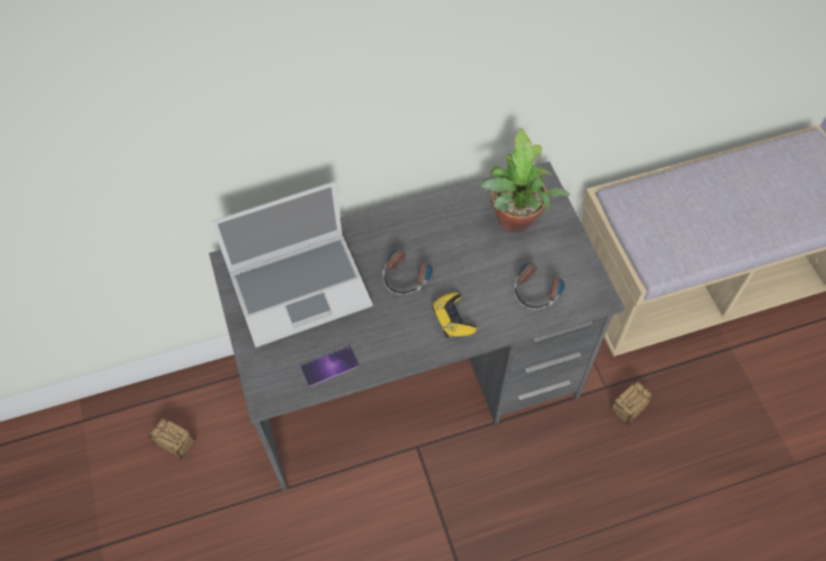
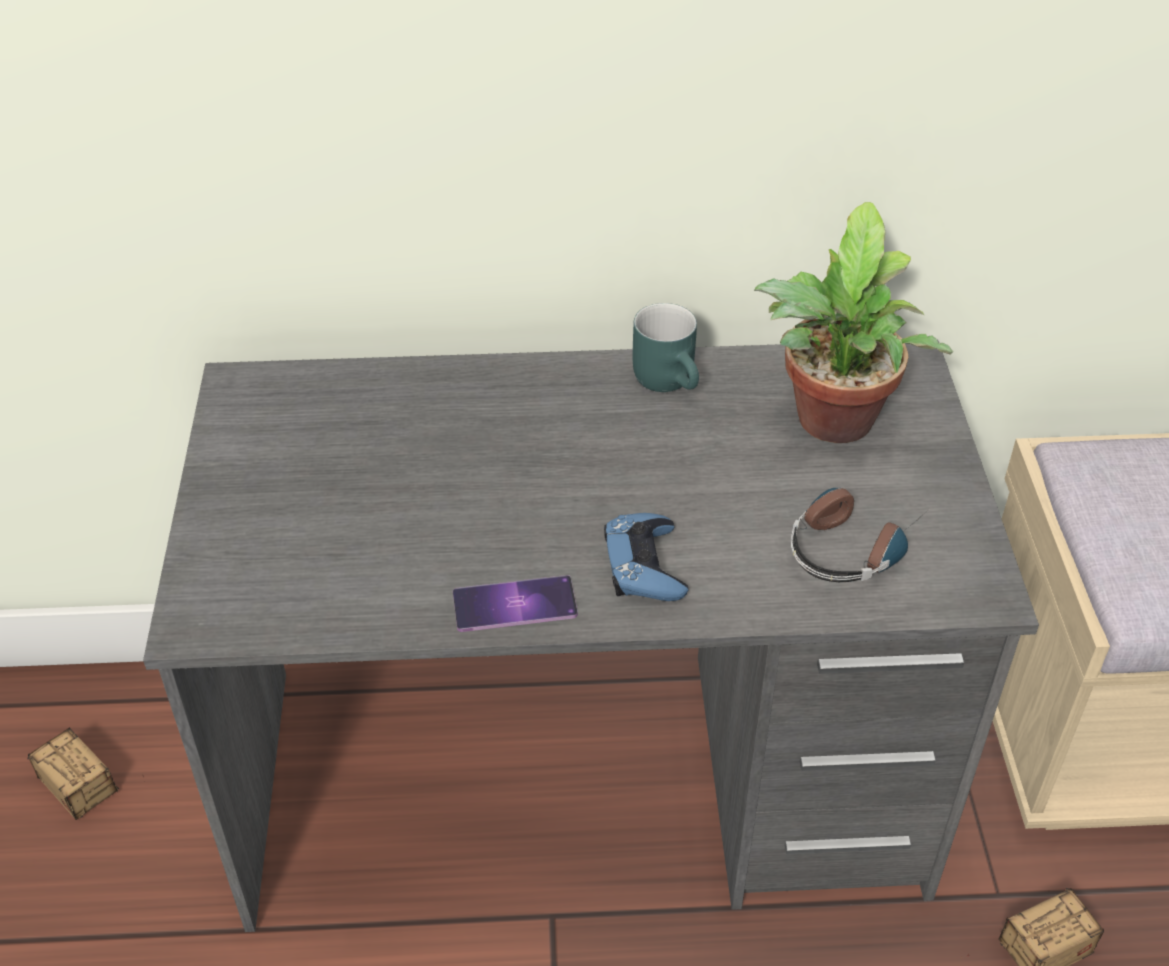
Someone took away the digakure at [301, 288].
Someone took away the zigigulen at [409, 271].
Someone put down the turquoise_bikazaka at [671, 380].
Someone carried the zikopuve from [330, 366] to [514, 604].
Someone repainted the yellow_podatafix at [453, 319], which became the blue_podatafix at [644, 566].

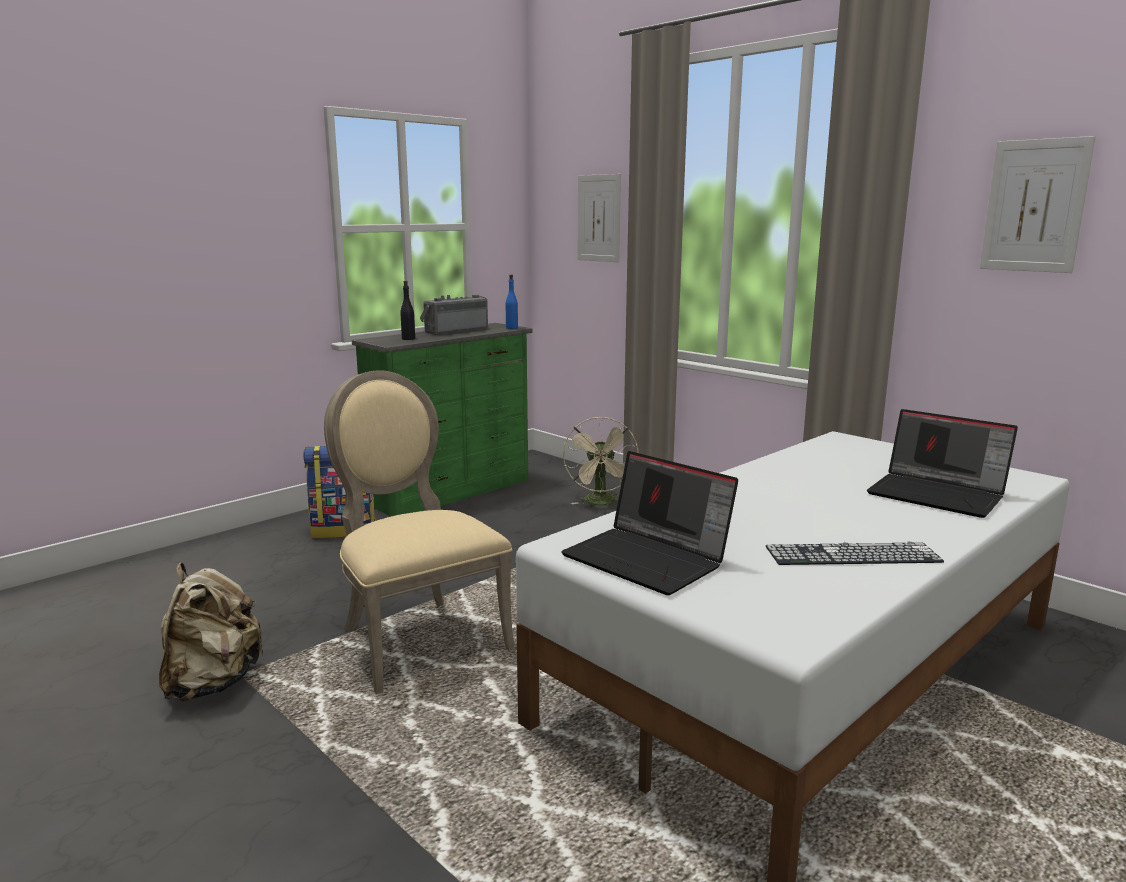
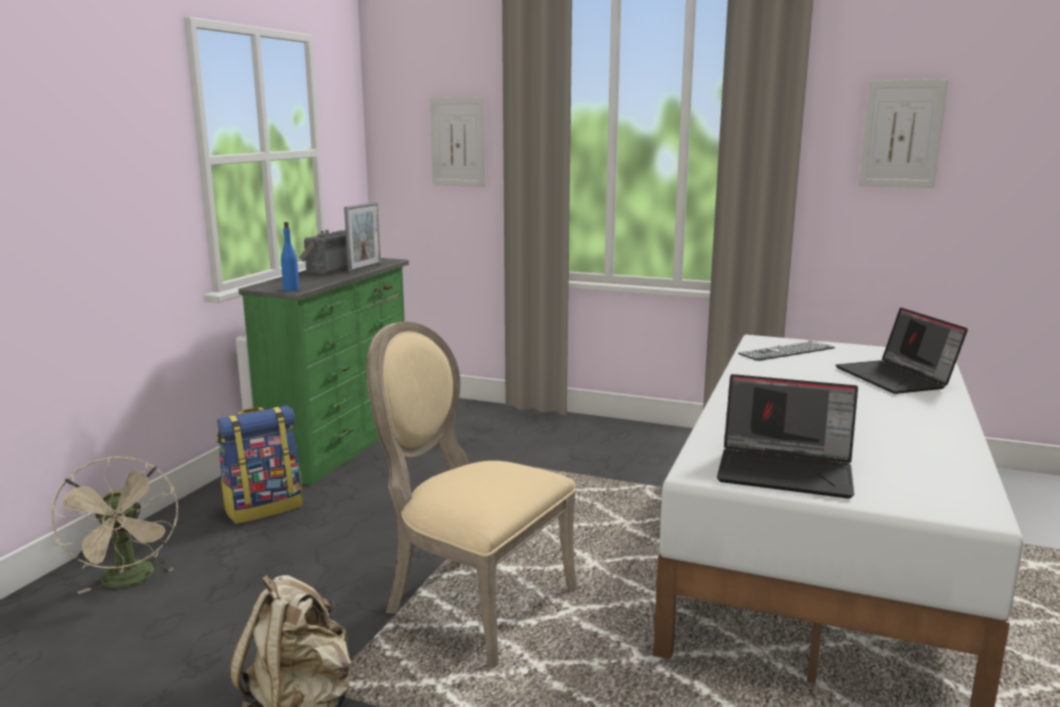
Someone took away the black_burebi at [408, 339].
Someone put down the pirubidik at [365, 267].
Someone carried the blue_burebi from [512, 328] to [291, 289].
Someone carried the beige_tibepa from [601, 503] to [129, 581].
Someone carried the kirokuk from [852, 554] to [787, 351].
Someone rotated the digakure at [938, 494] by 60 degrees clockwise.

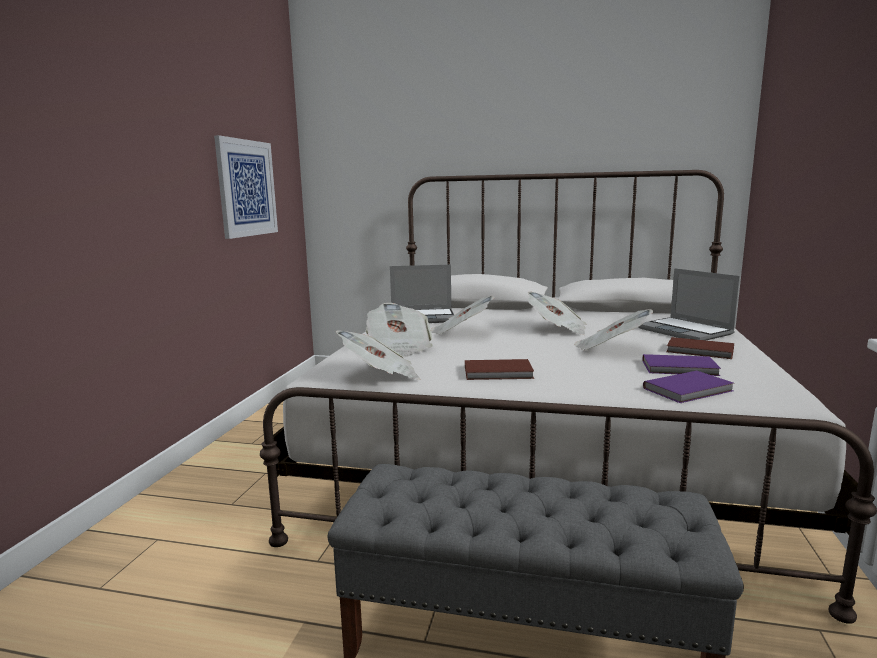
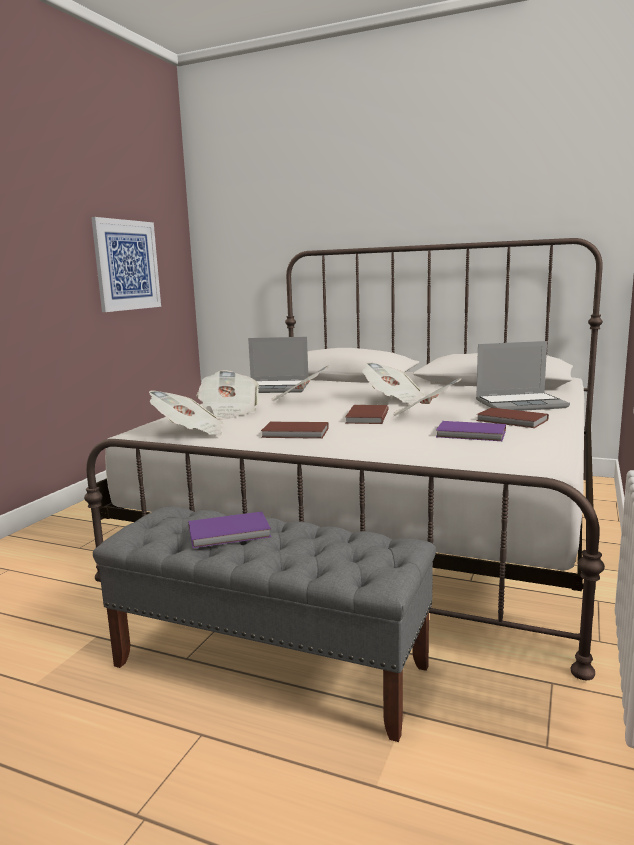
Someone put down the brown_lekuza at [366, 417].
Someone carried the purple_lekuza from [690, 390] to [230, 533].
Someone rotated the digakure at [686, 331] by 75 degrees counterclockwise.

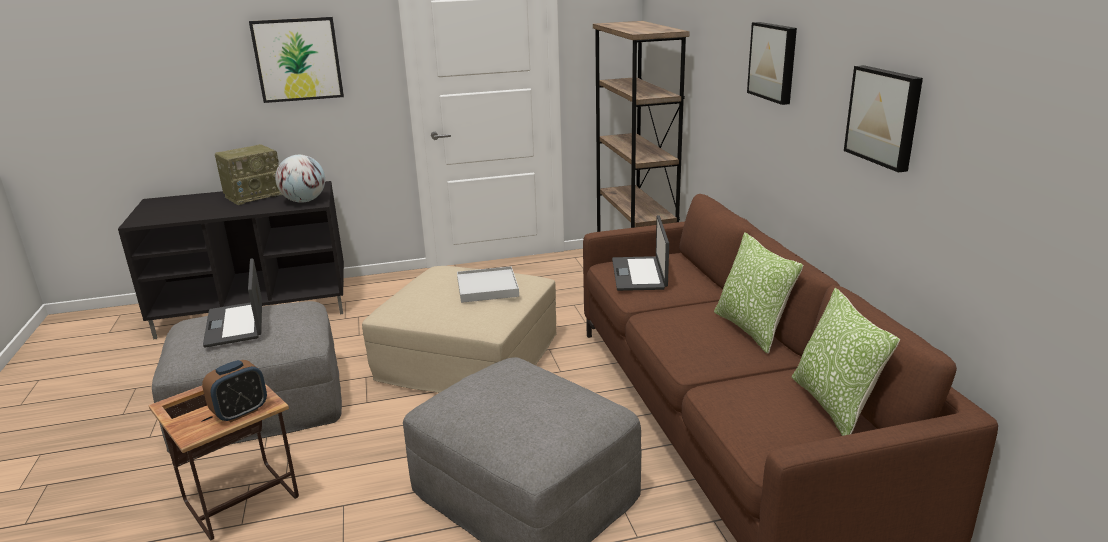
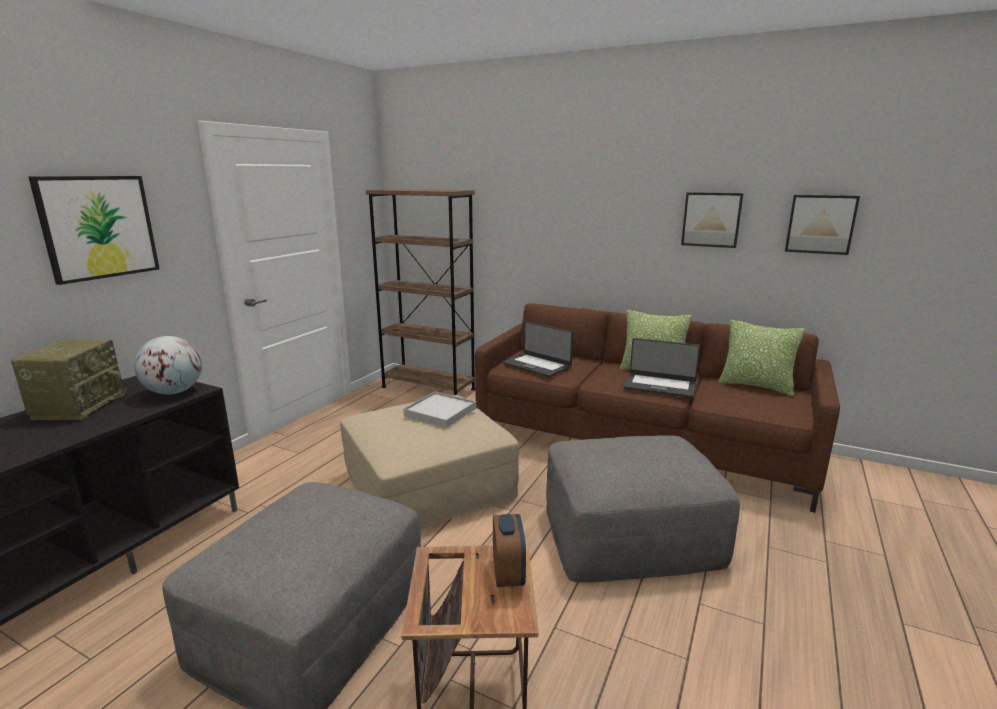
Someone carried the digakure from [236, 324] to [660, 385].
Someone carried the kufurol from [774, 62] to [820, 224].

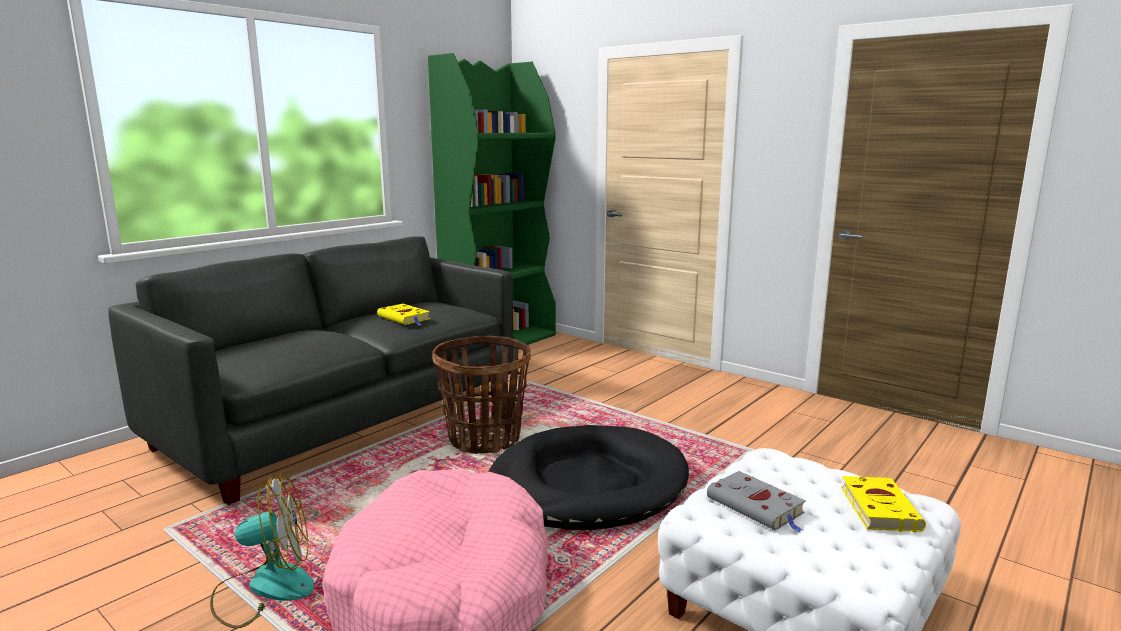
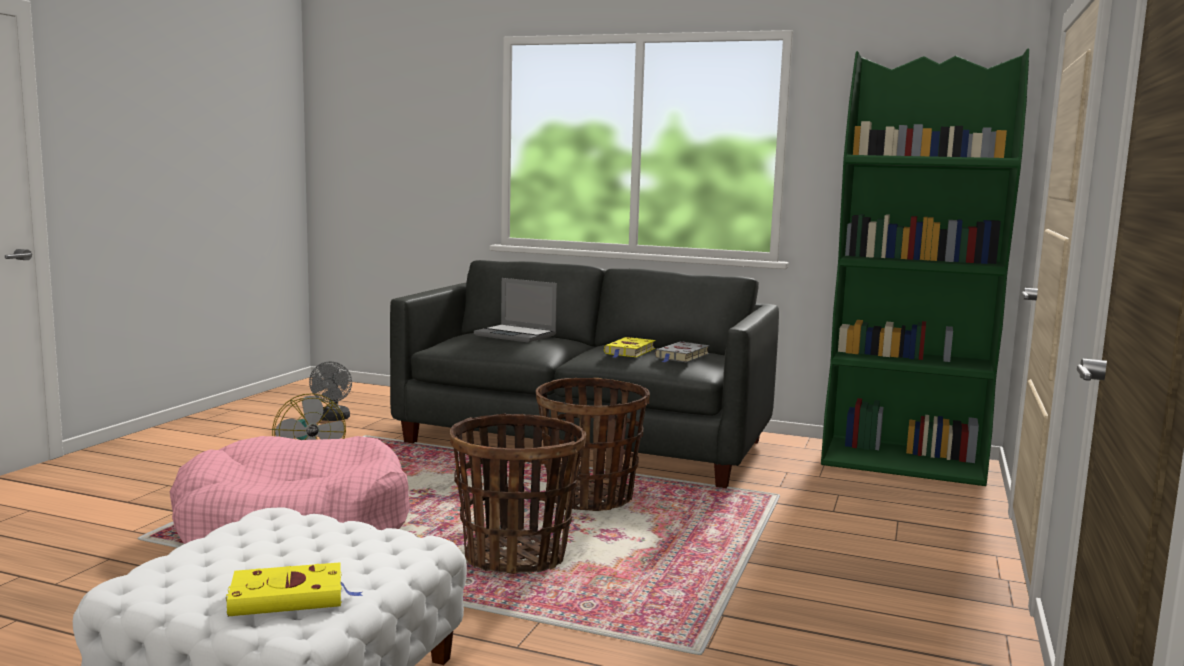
Someone put down the grey_tibepa at [333, 419].
Someone put down the digakure at [516, 335].
Someone carried the grey_lekuza from [757, 506] to [681, 356].
Someone swapped the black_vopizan at [587, 484] for the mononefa at [515, 556].

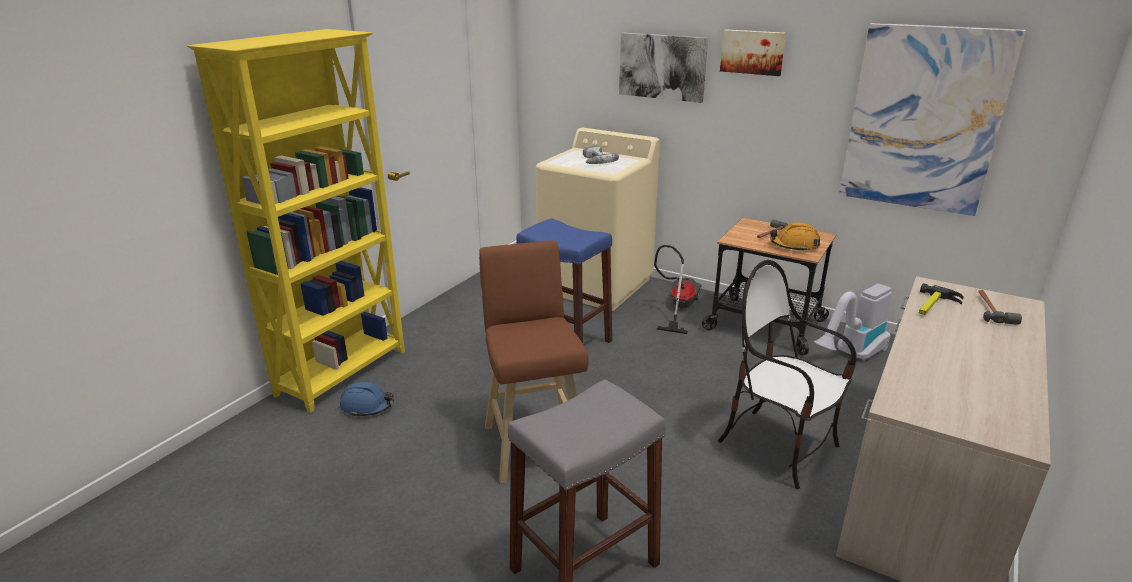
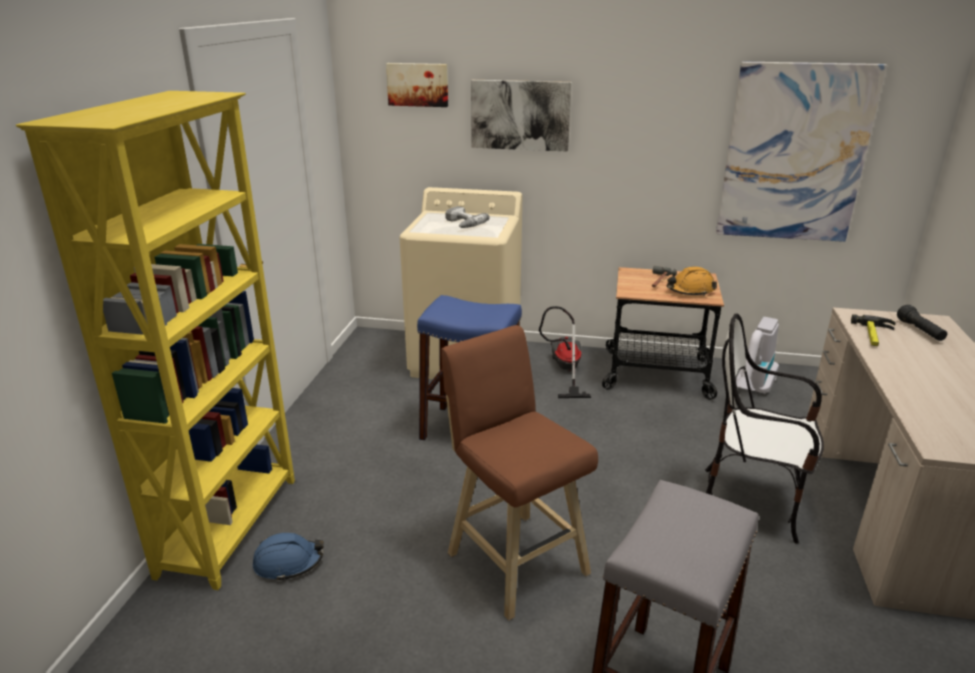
Someone carried the kufurol from [752, 52] to [418, 84].
Someone swapped the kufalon at [991, 310] for the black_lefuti at [920, 331].

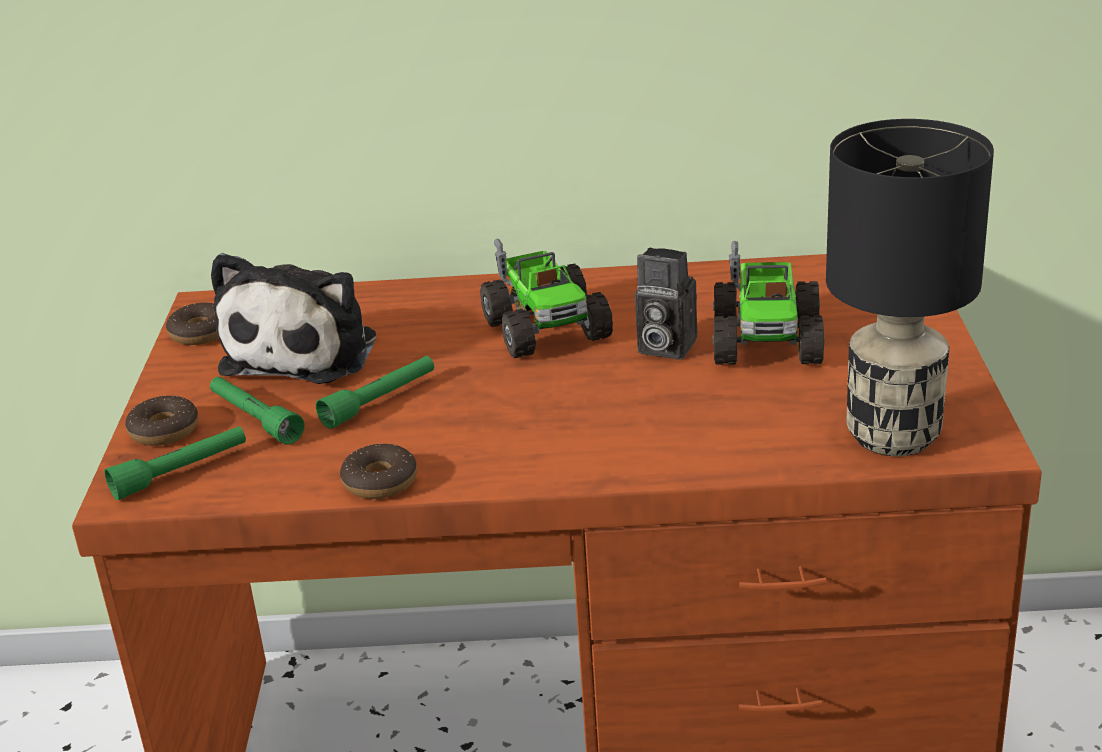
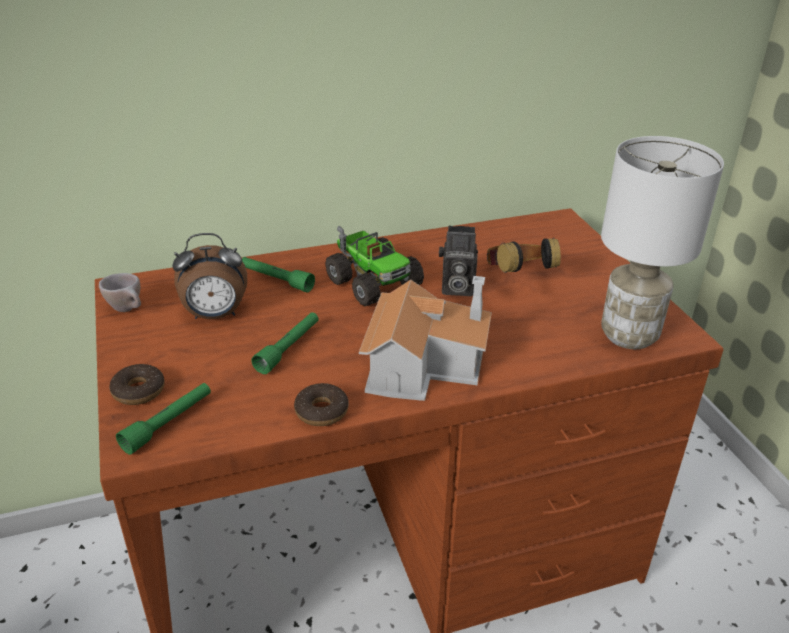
Someone put down the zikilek at [423, 363].
Someone carried the green_lefuti from [255, 419] to [276, 280].
Someone swapped the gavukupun at [200, 333] for the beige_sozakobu at [128, 309].
Someone swapped the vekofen at [306, 351] for the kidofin at [215, 315].
Someone swapped the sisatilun at [767, 341] for the zigigulen at [517, 278].
Someone repainted the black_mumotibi at [892, 437], which became the white_mumotibi at [629, 336].

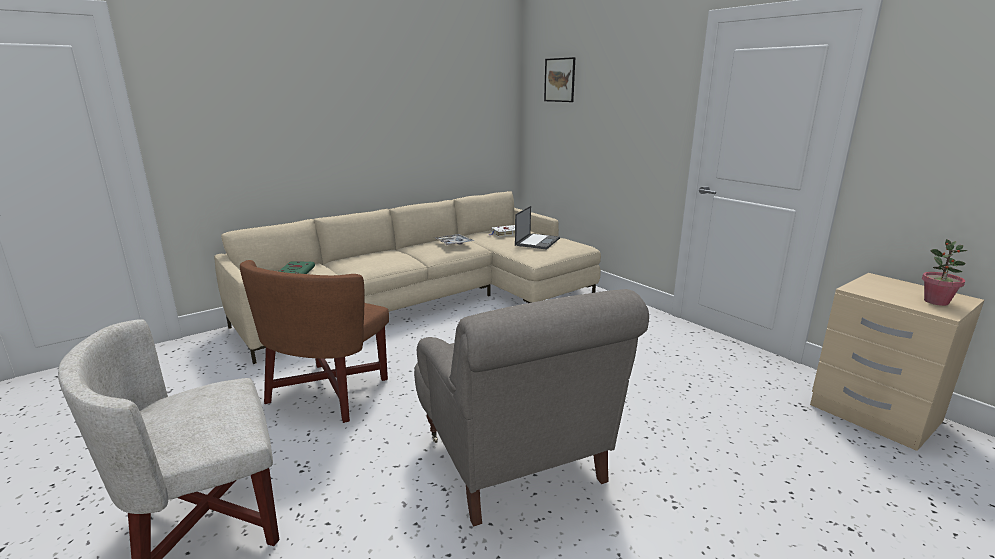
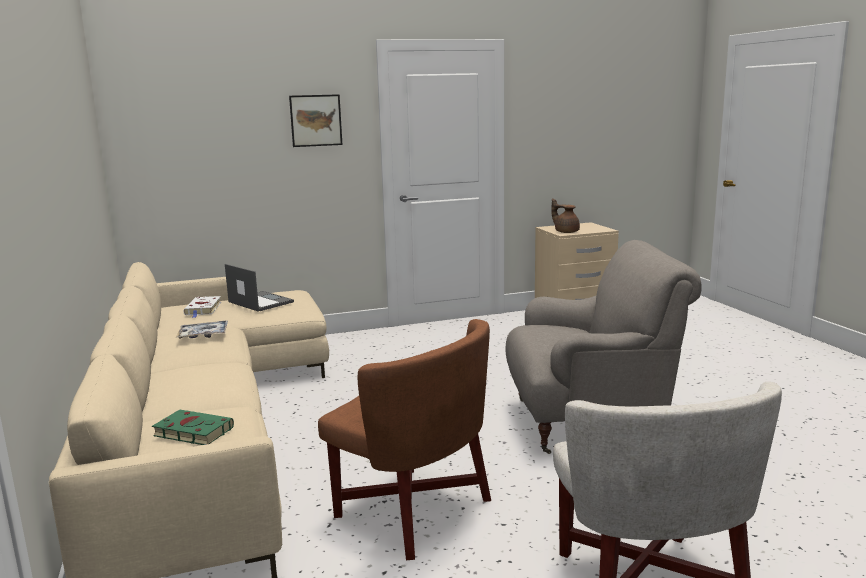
Someone took away the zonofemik at [936, 302].
Someone put down the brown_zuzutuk at [566, 232].
Someone carried the kufurol from [559, 80] to [316, 120].

